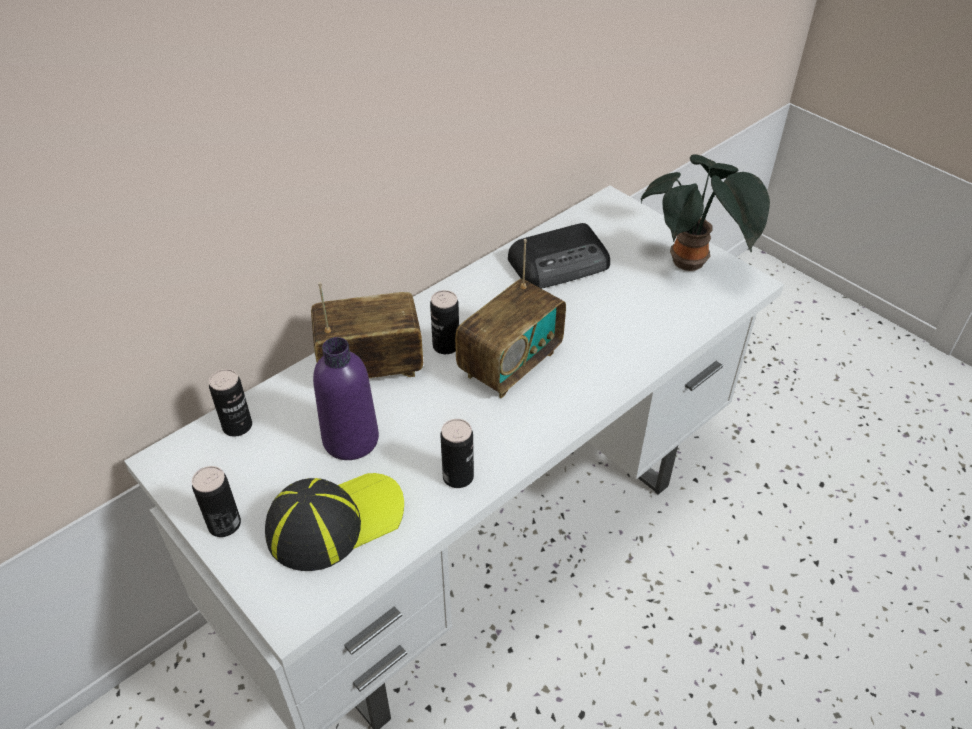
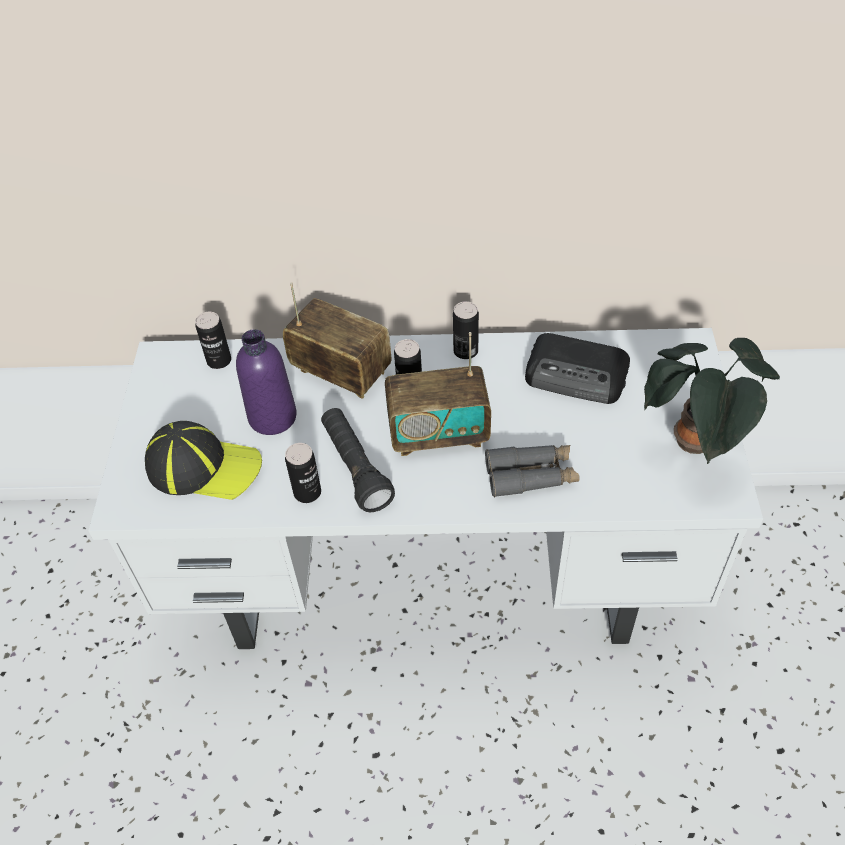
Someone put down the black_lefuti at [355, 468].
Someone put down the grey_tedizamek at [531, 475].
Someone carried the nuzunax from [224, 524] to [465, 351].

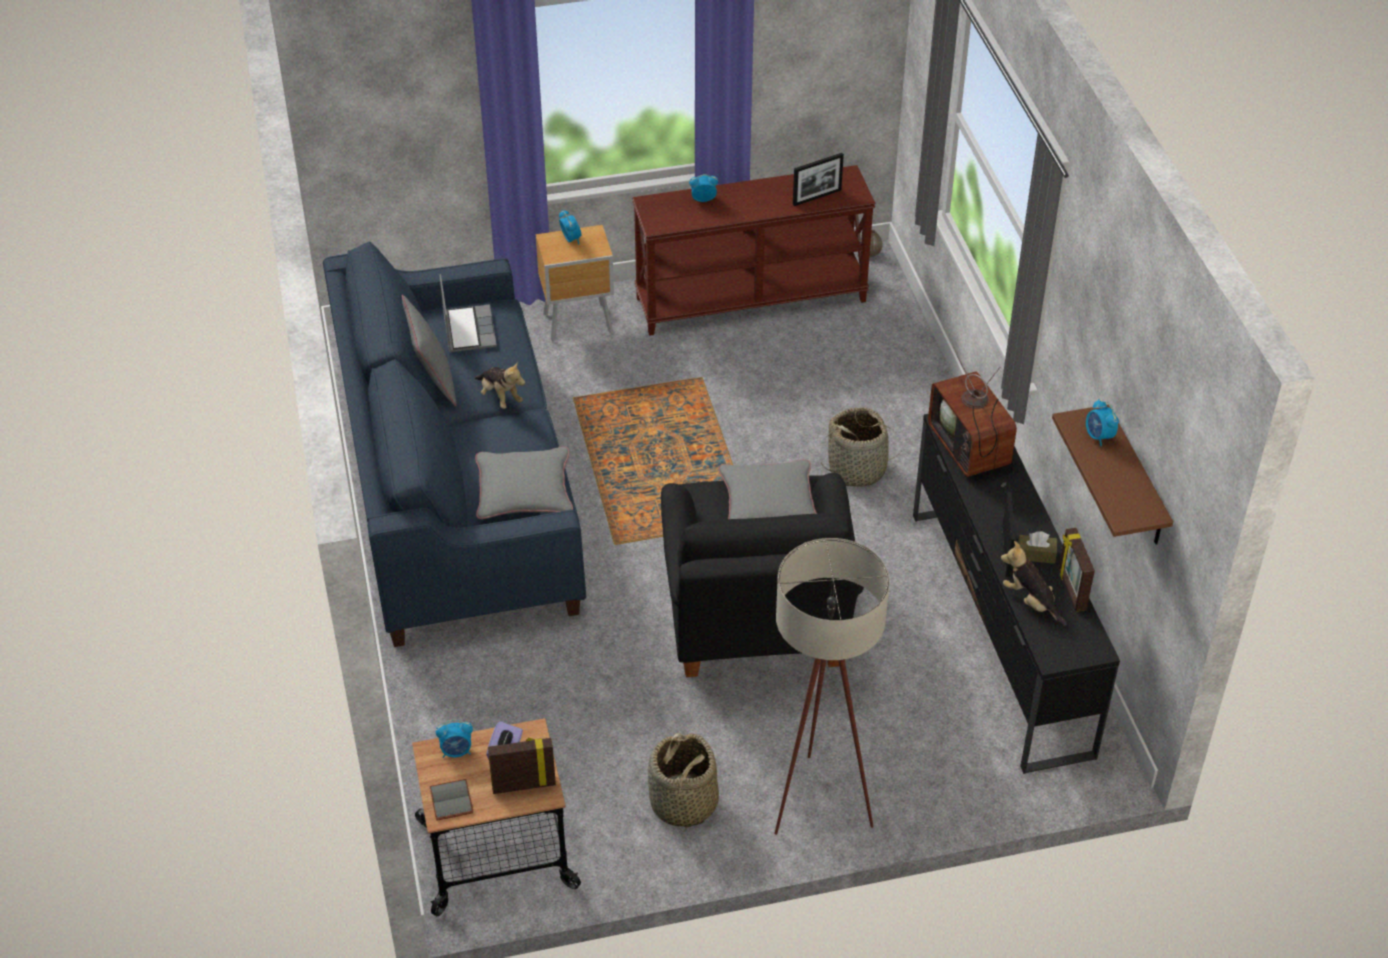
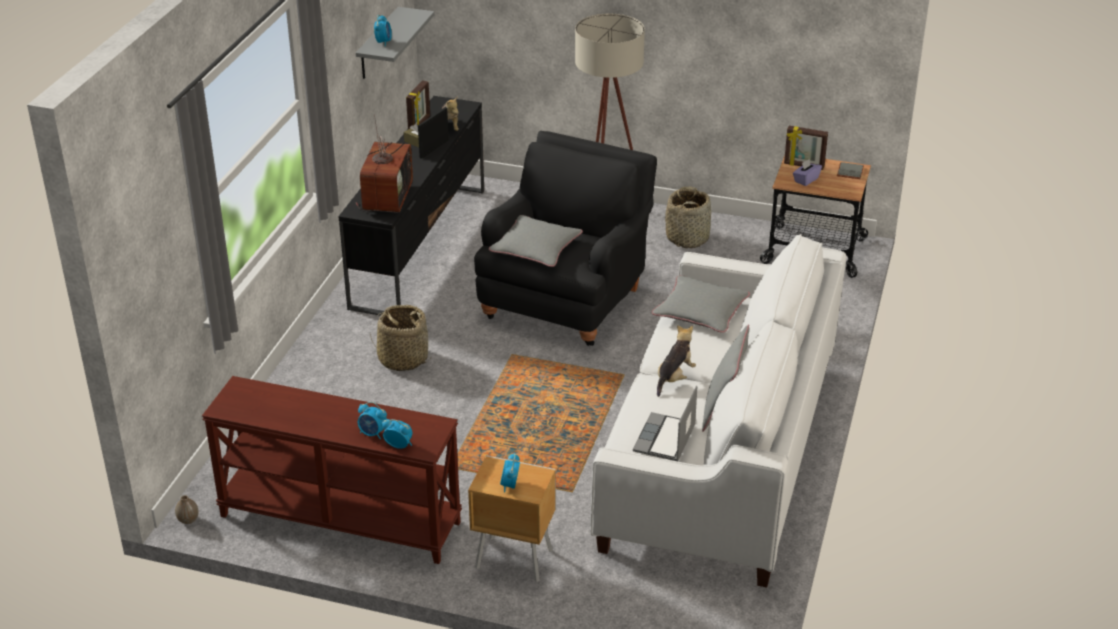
Someone took away the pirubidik at [817, 197].
Someone carried the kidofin from [456, 751] to [398, 445].
Someone repainted the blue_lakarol at [457, 491], which became the white_lakarol at [720, 454].
Someone repainted the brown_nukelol at [1136, 479], which became the grey_nukelol at [378, 44].
Someone rotated the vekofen at [500, 397] by 45 degrees clockwise.

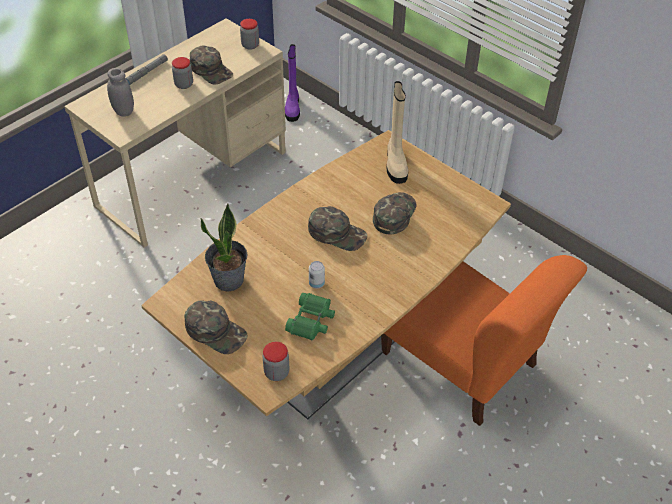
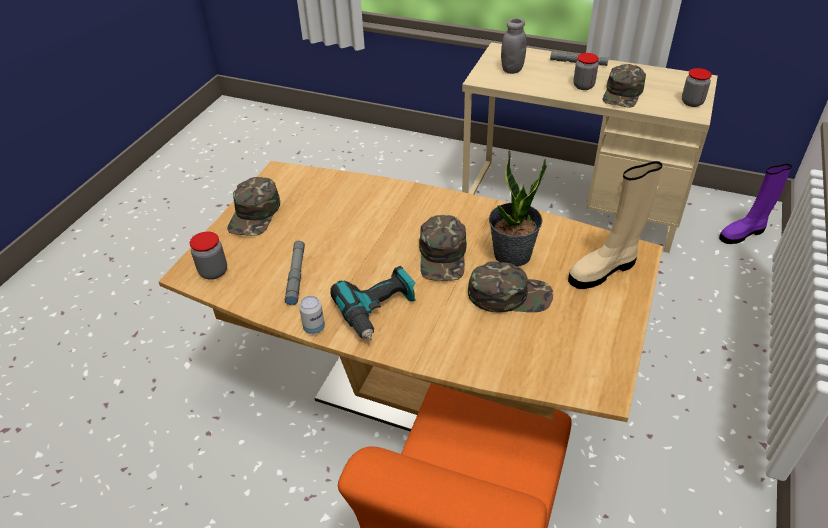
Someone put down the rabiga at [378, 310].
Someone carried the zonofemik from [229, 280] to [512, 255].
Someone carried the nuzunax from [316, 283] to [314, 328].
Someone swapped the green_tedizamek at [311, 321] for the grey_lefuti at [296, 276].

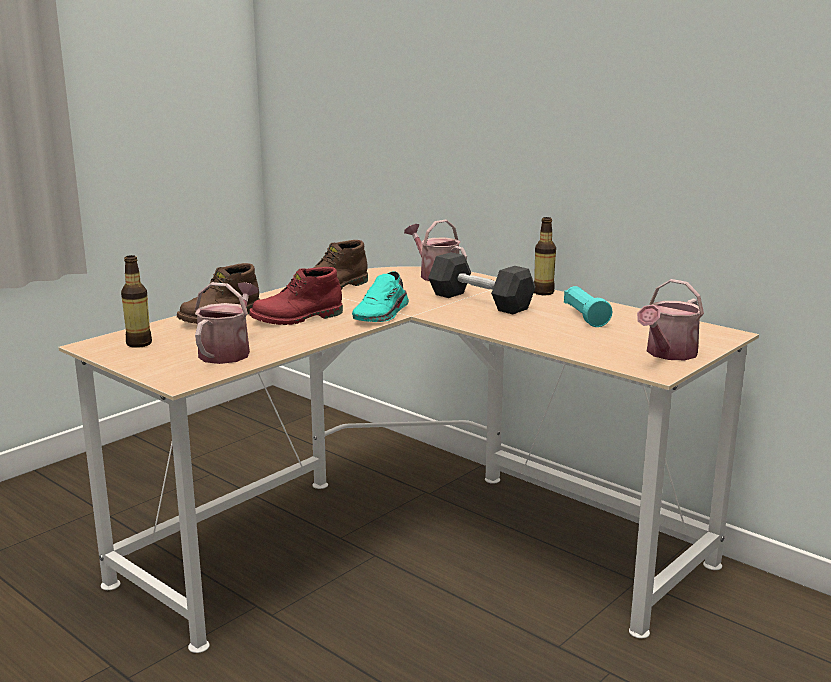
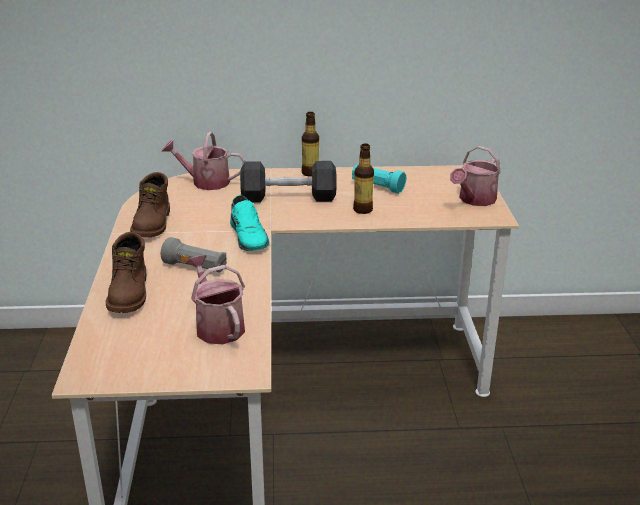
Someone carried the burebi from [139, 344] to [363, 210].
Someone swapped the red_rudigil at [297, 318] for the grey_lefuti at [195, 268].
Someone rotated the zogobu at [668, 354] by 45 degrees clockwise.

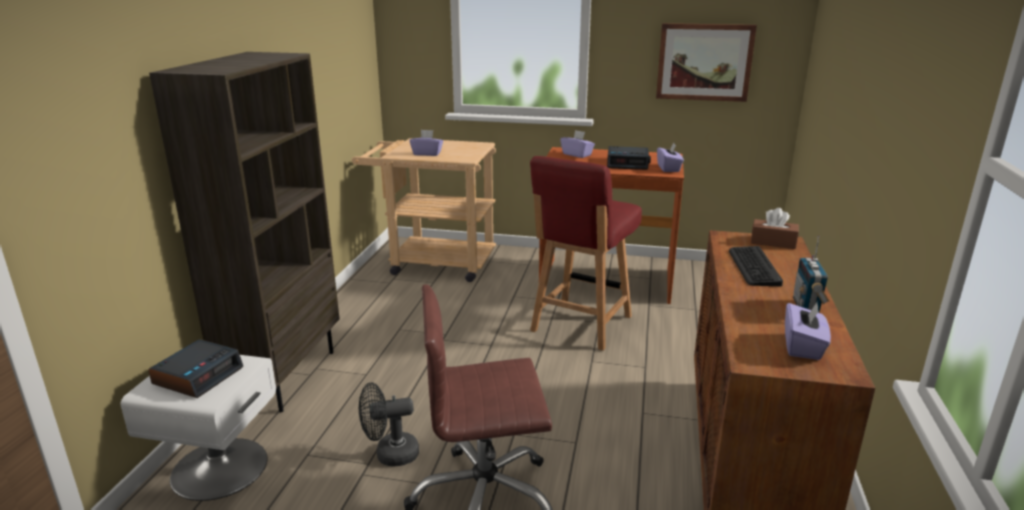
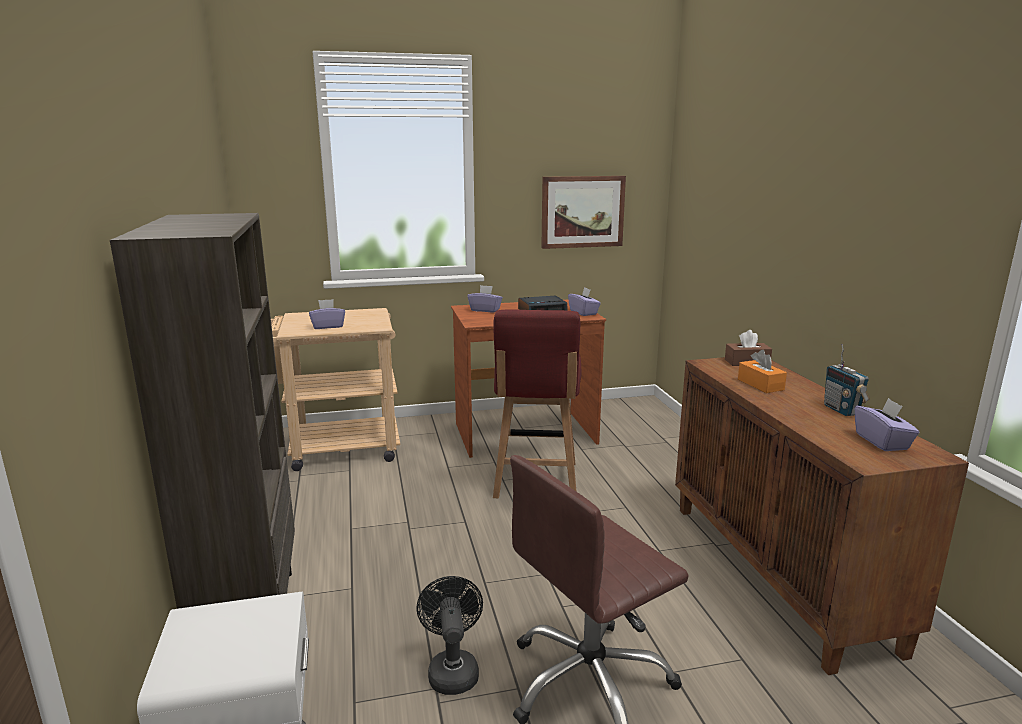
Someone took away the kidofin at [198, 375].
Someone swapped the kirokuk at [753, 267] for the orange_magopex at [760, 384].
Someone rotated the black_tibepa at [390, 455] by 120 degrees clockwise.

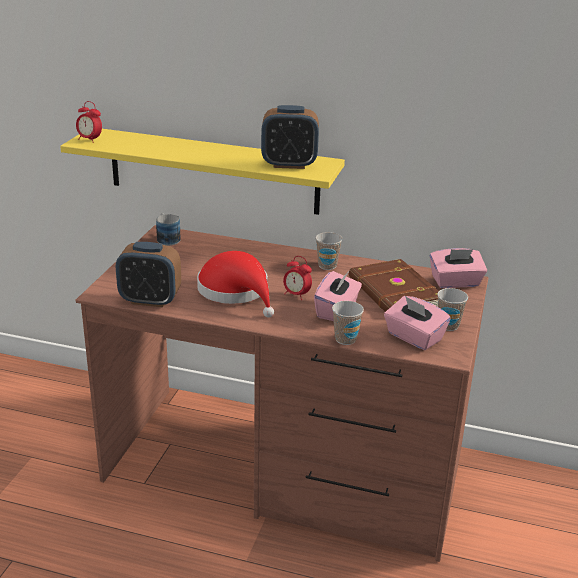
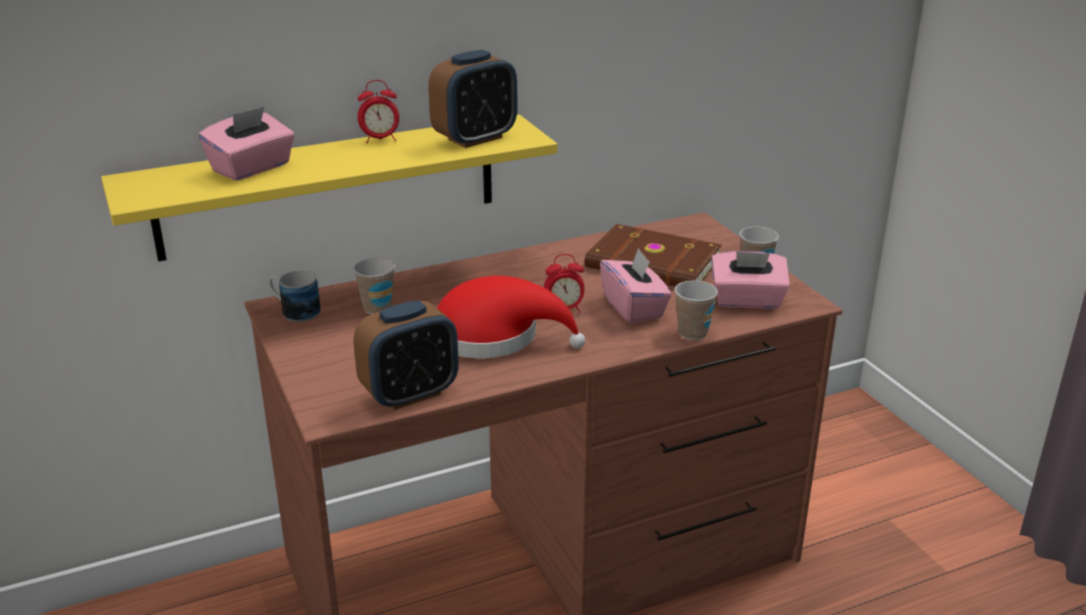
Someone carried the kidofin from [90, 140] to [380, 139].
Someone carried the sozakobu from [327, 266] to [377, 308].
Someone carried the pink_magopex from [455, 282] to [252, 168].

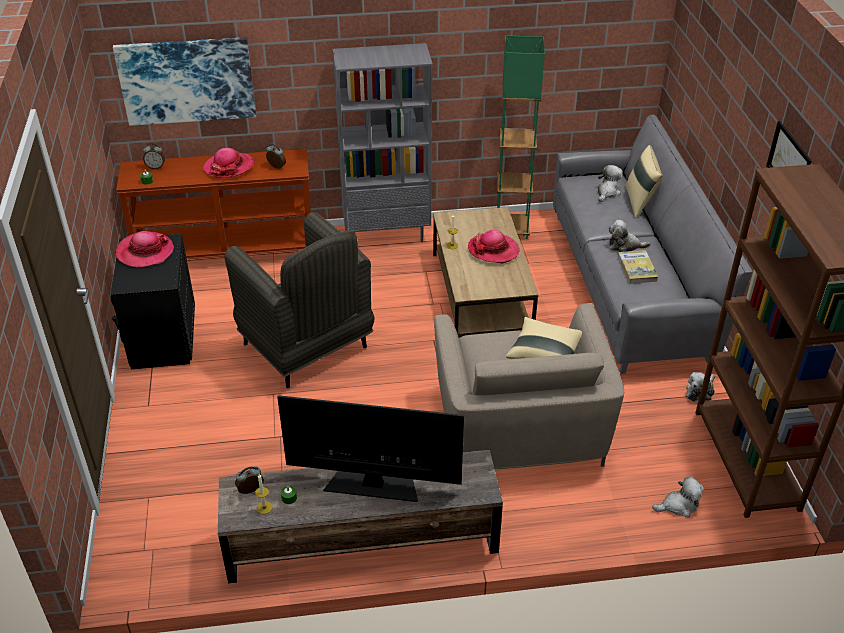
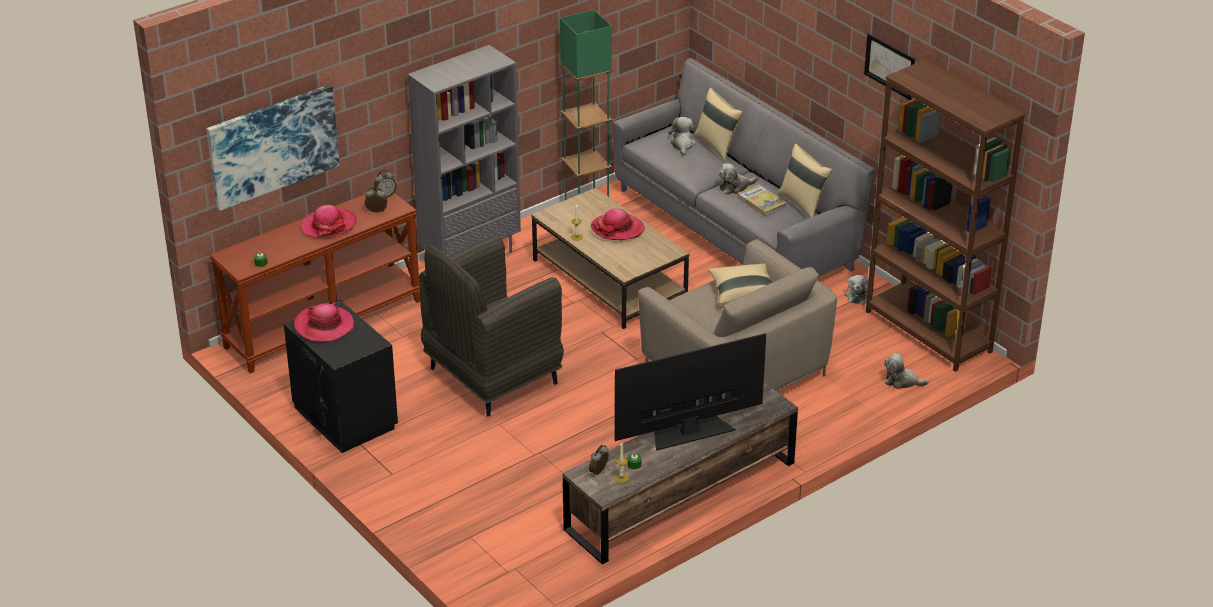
Someone put down the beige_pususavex at [803, 204].
Someone carried the kidofin from [155, 167] to [385, 195].
Someone rotated the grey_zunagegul at [306, 347] by 120 degrees clockwise.
Someone rotated the vekofen at [678, 505] by 120 degrees counterclockwise.

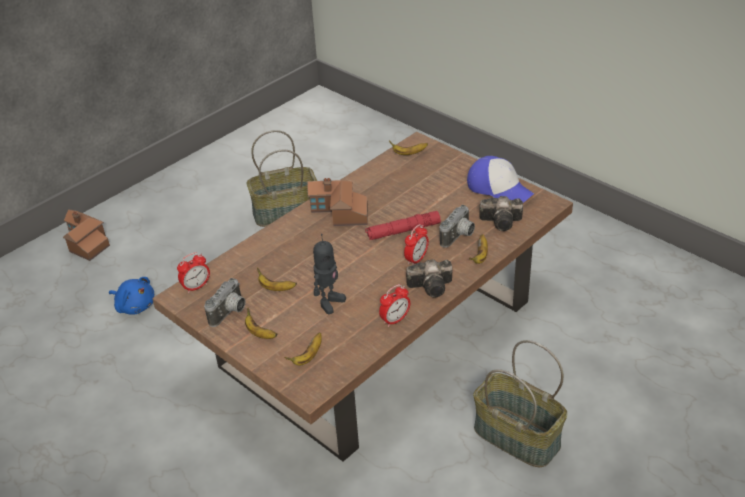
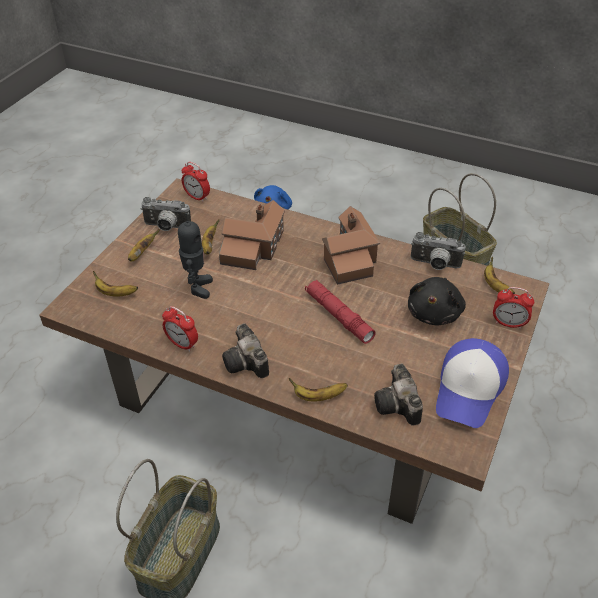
Someone put down the black_vekofen at [435, 313].
Someone carried the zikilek from [86, 243] to [253, 247].
Someone carried the kidofin from [416, 259] to [508, 324].
Someone carried the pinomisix from [459, 237] to [434, 265].
Someone rotated the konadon at [329, 302] by 105 degrees counterclockwise.

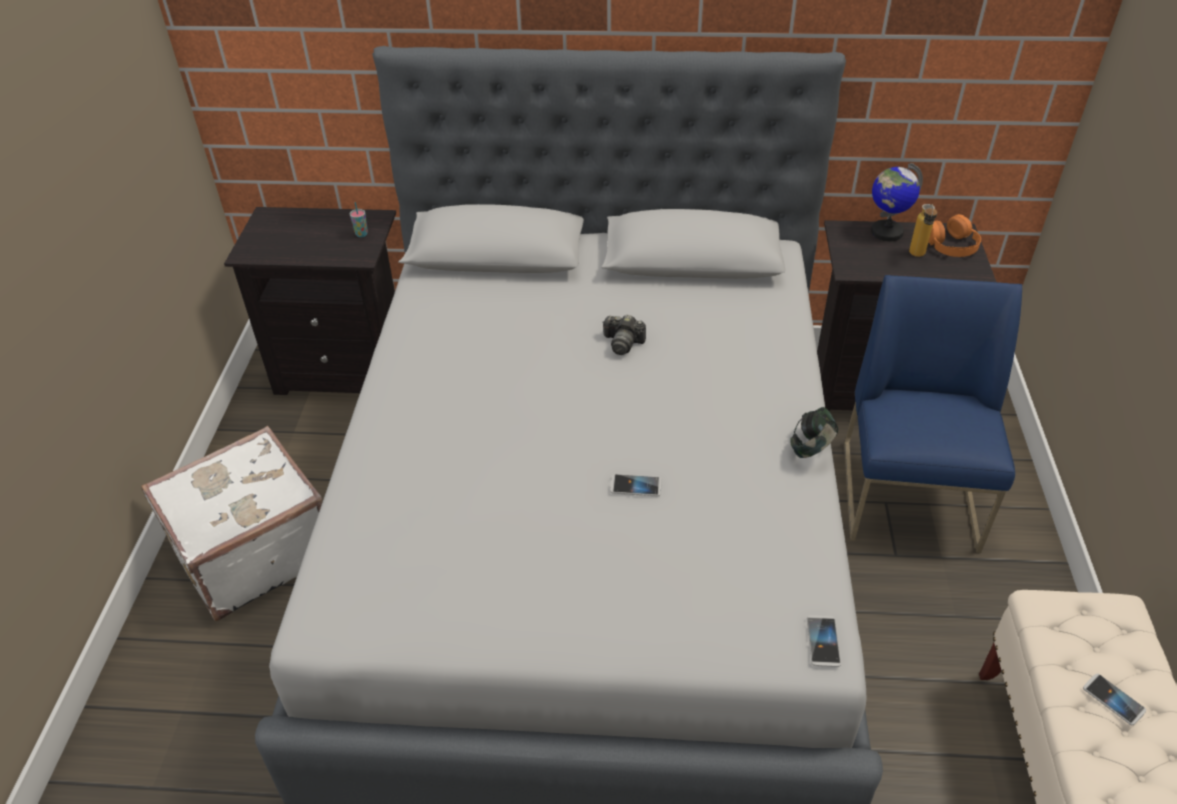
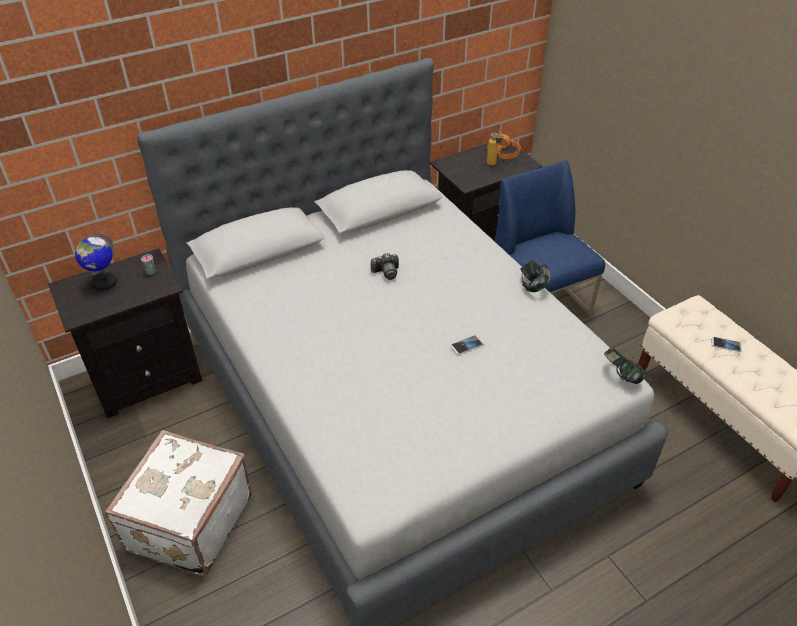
Someone carried the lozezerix from [886, 232] to [104, 282].
Someone swapped the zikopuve at [823, 641] for the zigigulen at [620, 375].

